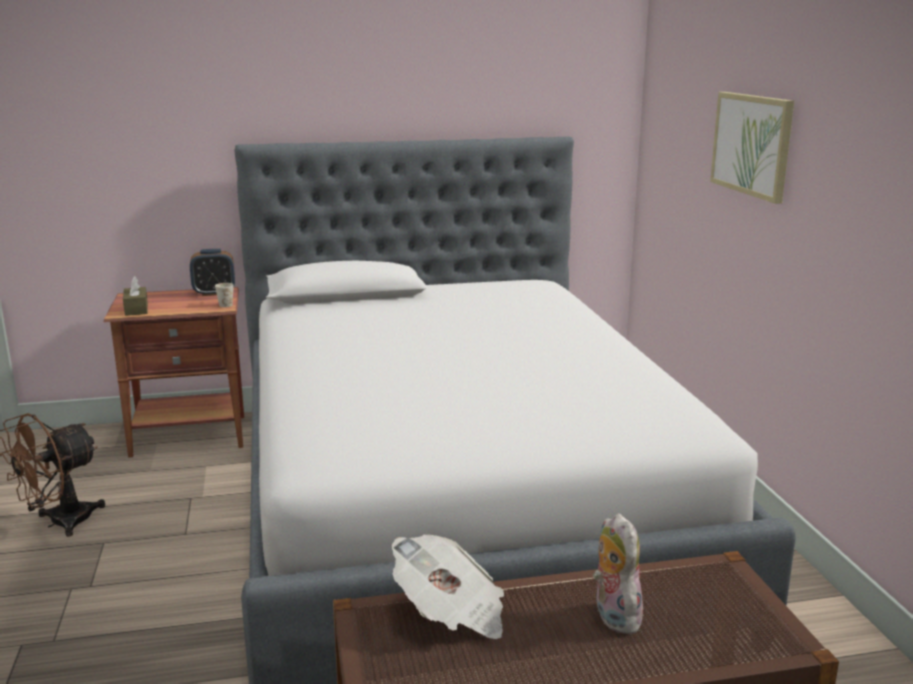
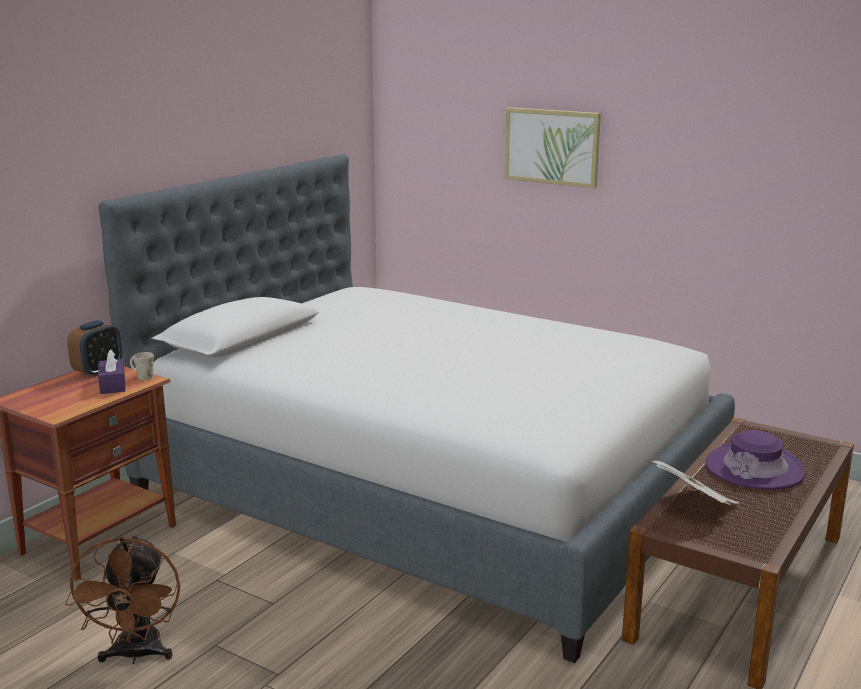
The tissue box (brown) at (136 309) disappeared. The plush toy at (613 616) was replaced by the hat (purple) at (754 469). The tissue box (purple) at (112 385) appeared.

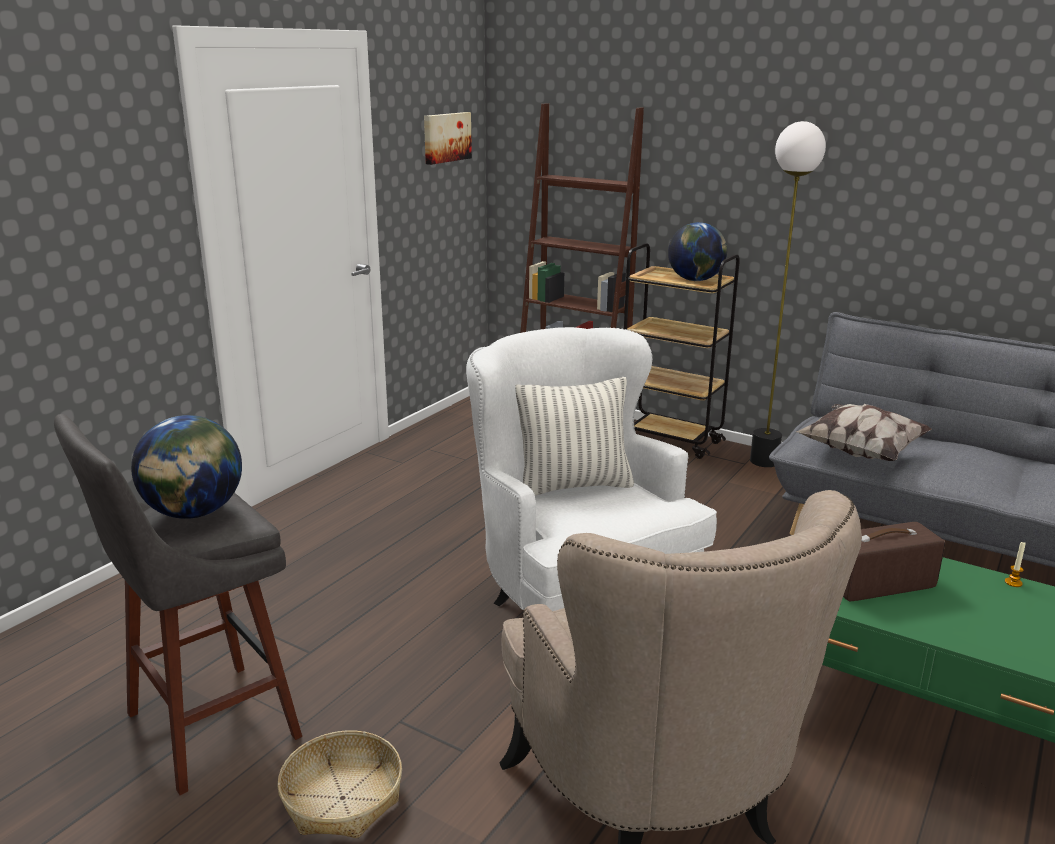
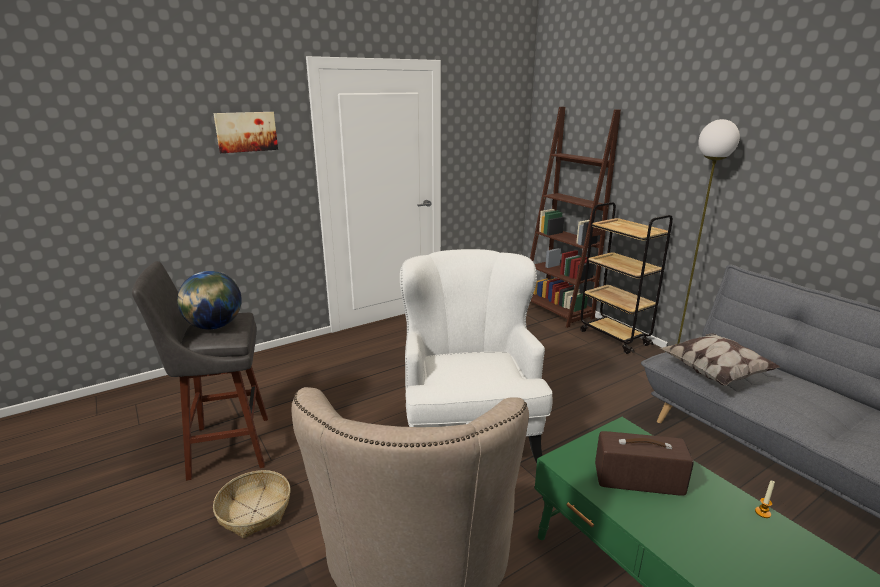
The picture moved from (446 137) to (246 131). The pillow at (573 485) disappeared. The globe at (695 280) disappeared.

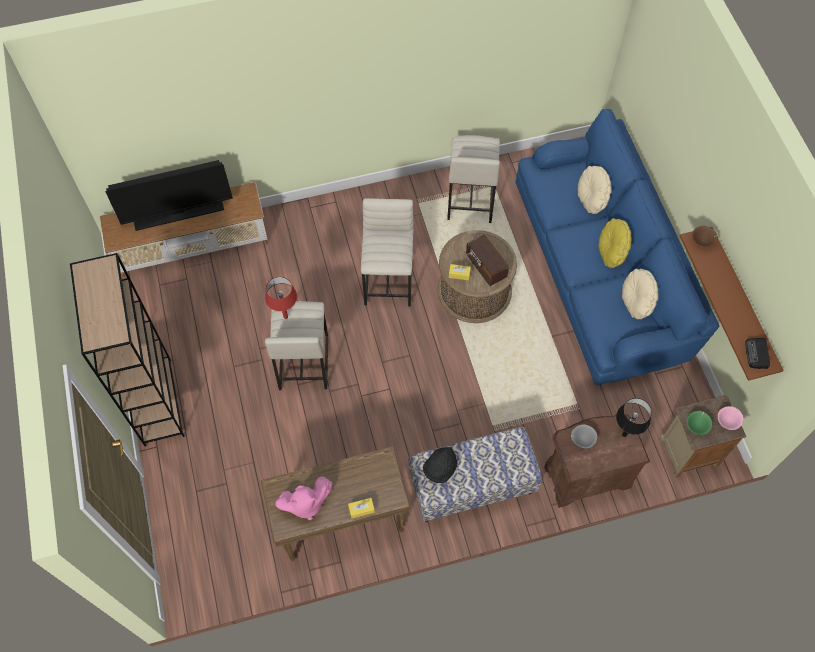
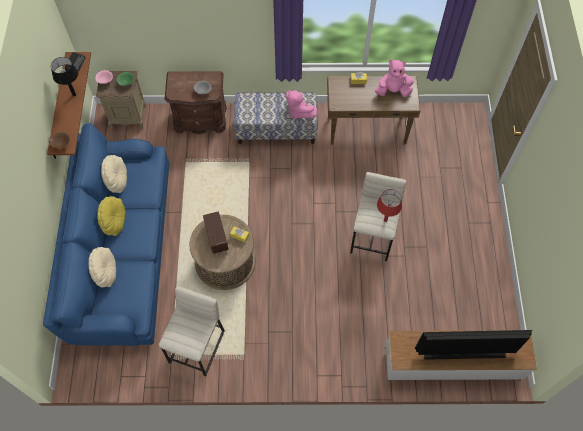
The bookcase (beige) at (157 401) disappeared. The stool (beige) at (388 281) disappeared. The hat (black) at (440 468) was replaced by the plush toy (pink) at (298 111). The table lamp (black) moved from (624 434) to (74 95).

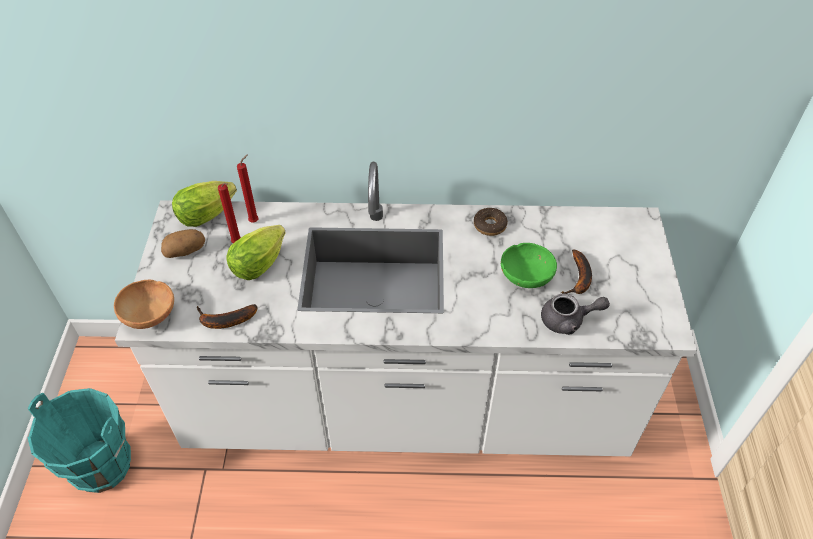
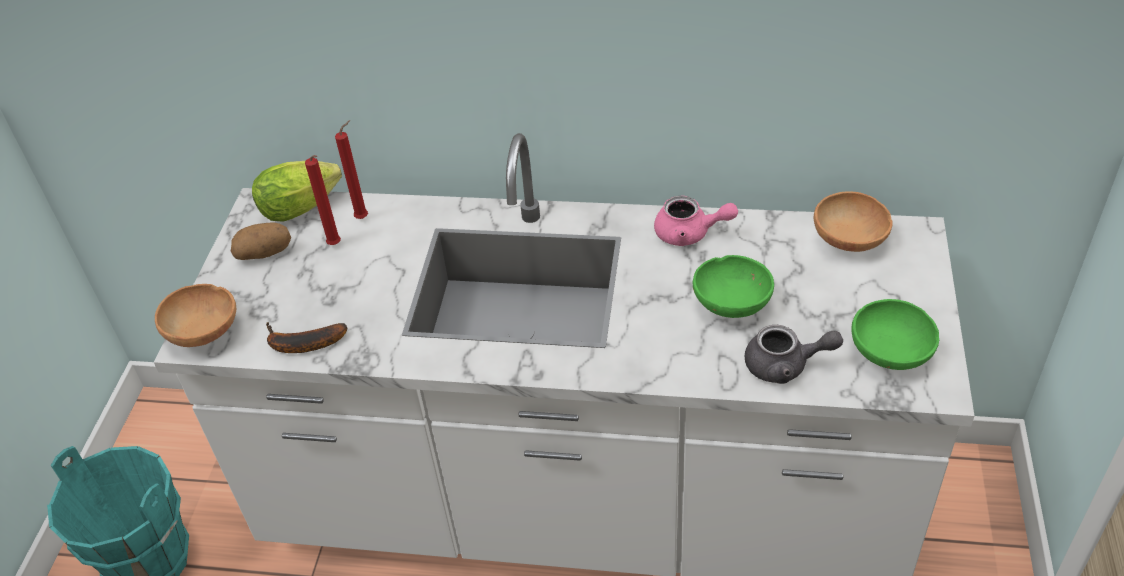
The lettuce at (261 262) disappeared. The donut at (490 225) was replaced by the teapot (pink) at (690 234). The banana at (579 279) disappeared. The bowl (brown) at (850 241) appeared. The bowl (green) at (891 355) appeared.

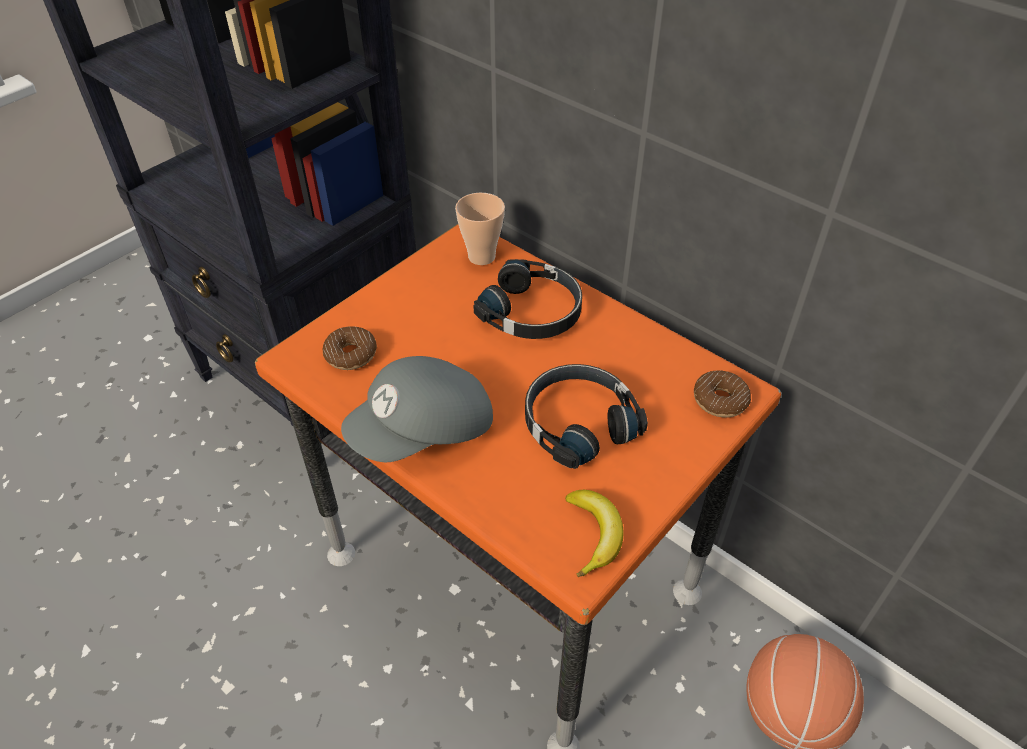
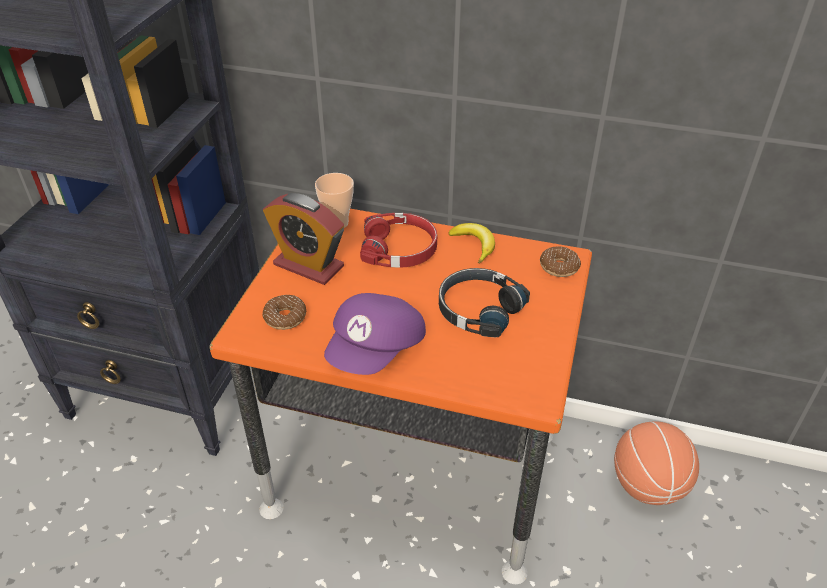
The cap (grey) at (424 432) became the cap (purple) at (377 350). The headphones (black) at (533 312) became the headphones (red) at (400 249). The banana moved from (594 534) to (474 245). The alarm clock at (308 265) appeared.

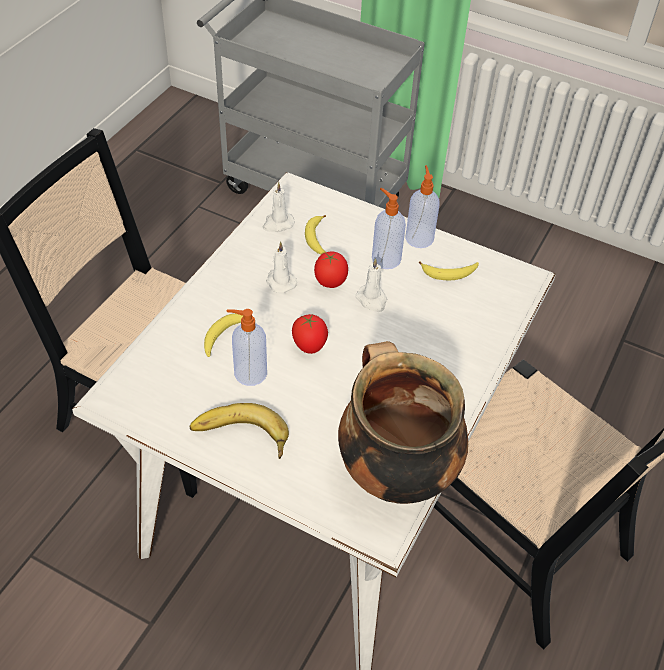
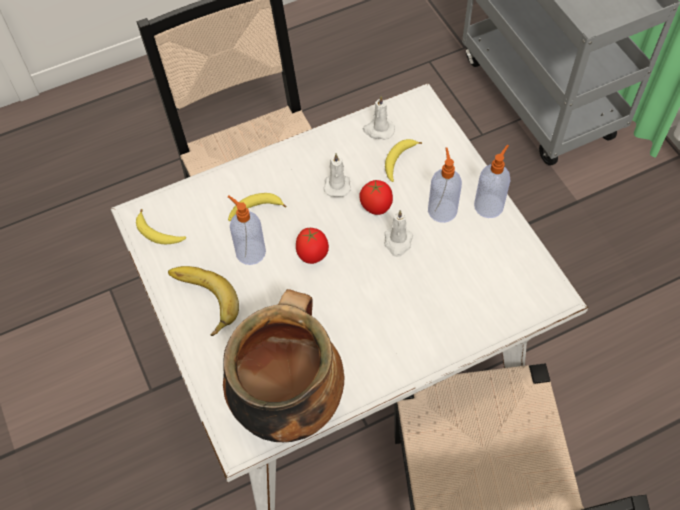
The banana moved from (449 273) to (158 233).

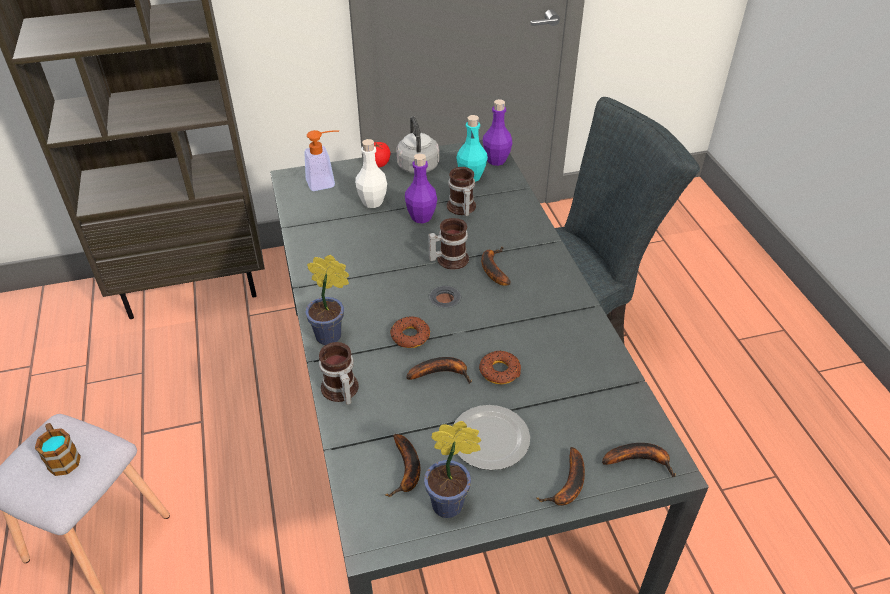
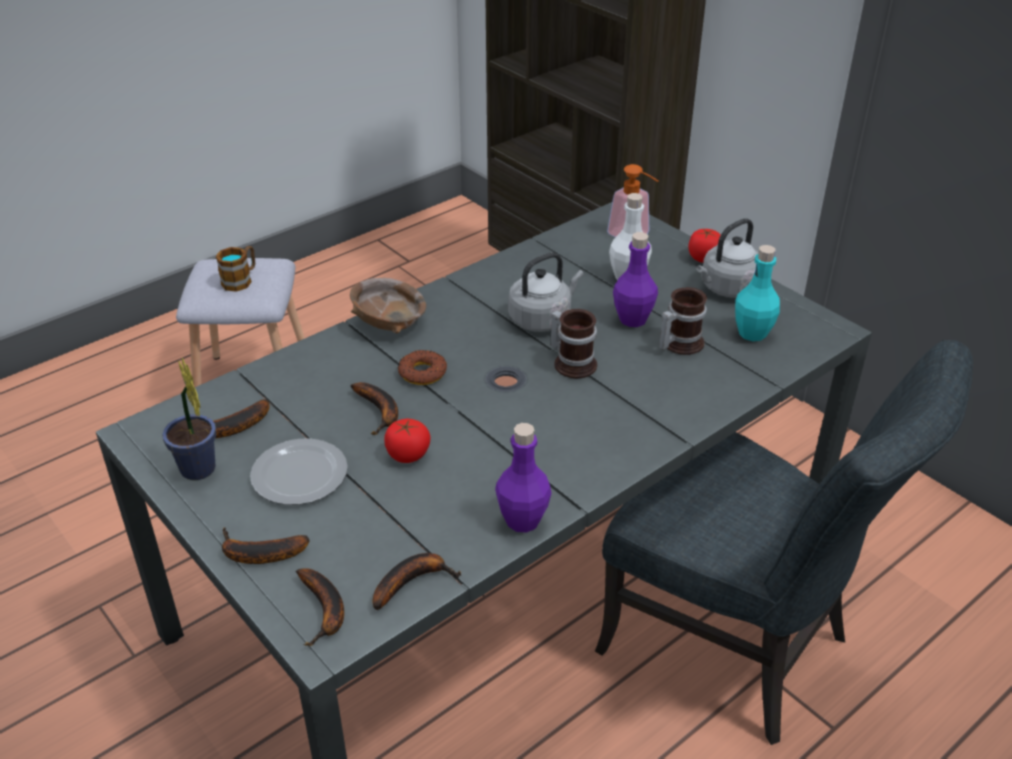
The potted plant at (332 336) was replaced by the bowl (brown) at (389 323). The mug at (339 391) disappeared. The donut at (500 371) was replaced by the tomato at (408 454). The banana moved from (492 269) to (412 581). The bottle (purple) moved from (496 160) to (522 520). The kettle (grey) at (542 319) appeared.

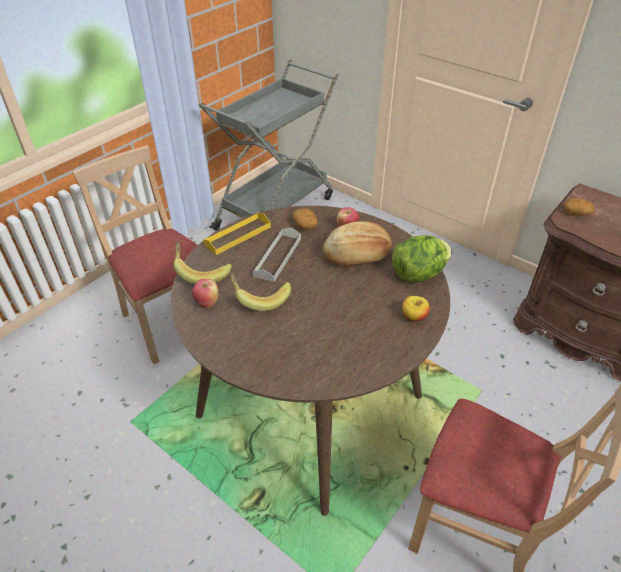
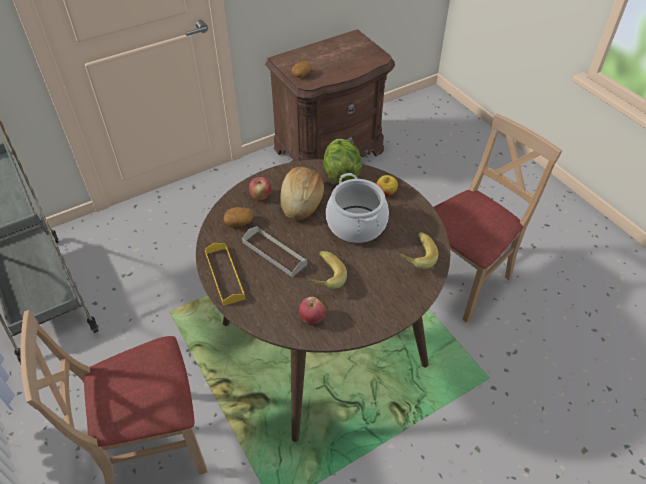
The banana moved from (201 271) to (413 258). The cooking pot at (356 224) appeared.

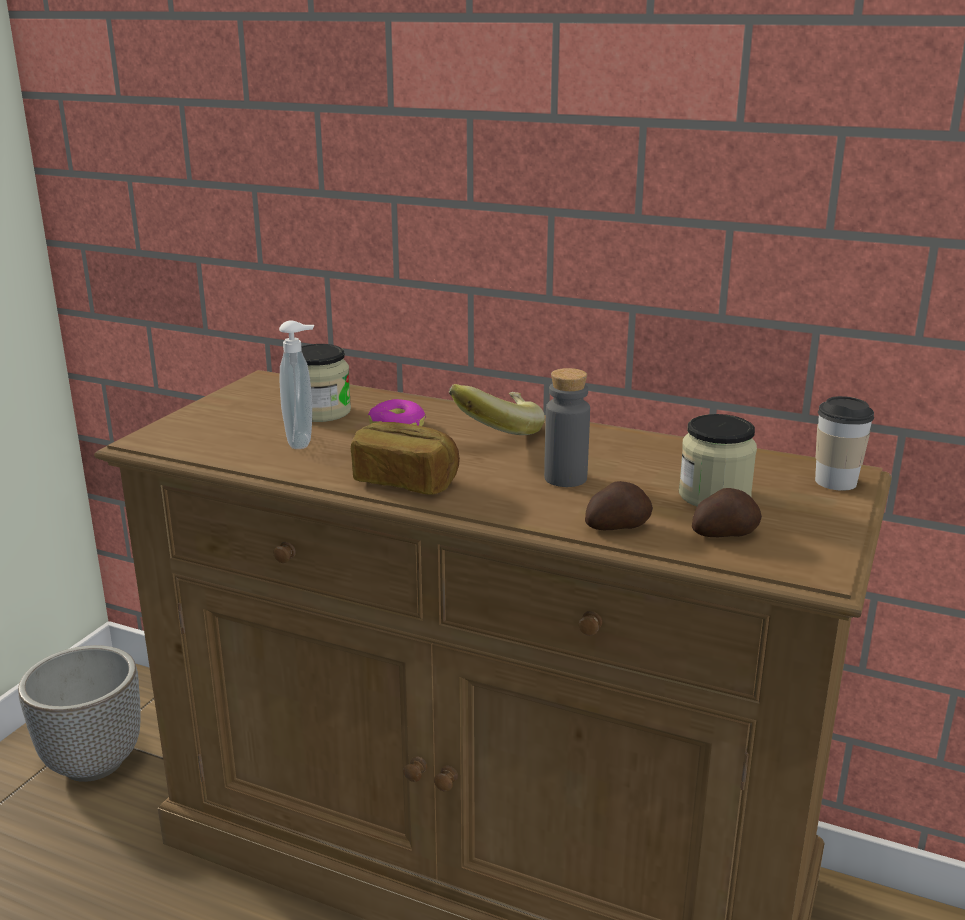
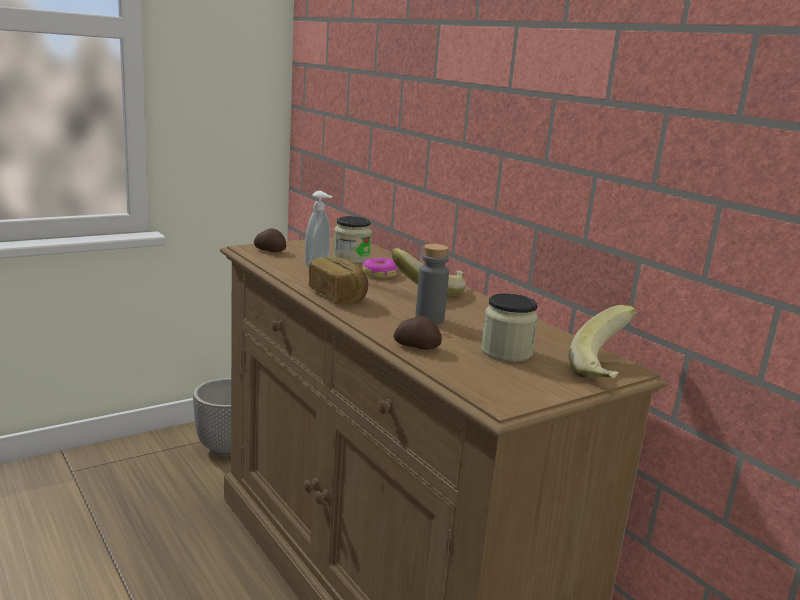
The potato moved from (724 533) to (270 250). The cup at (835 482) was replaced by the banana at (607 370).

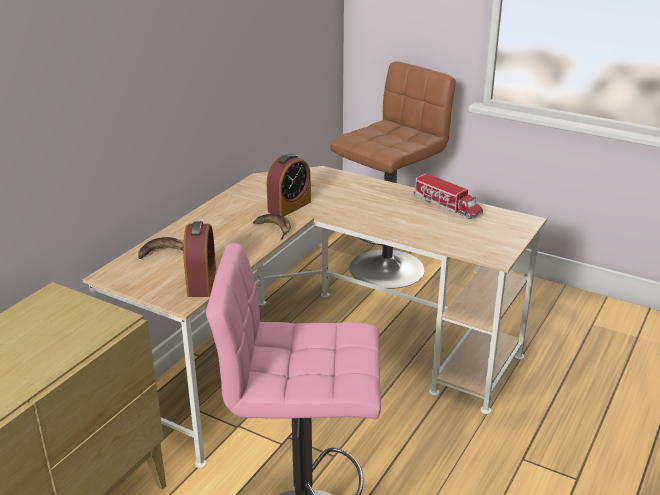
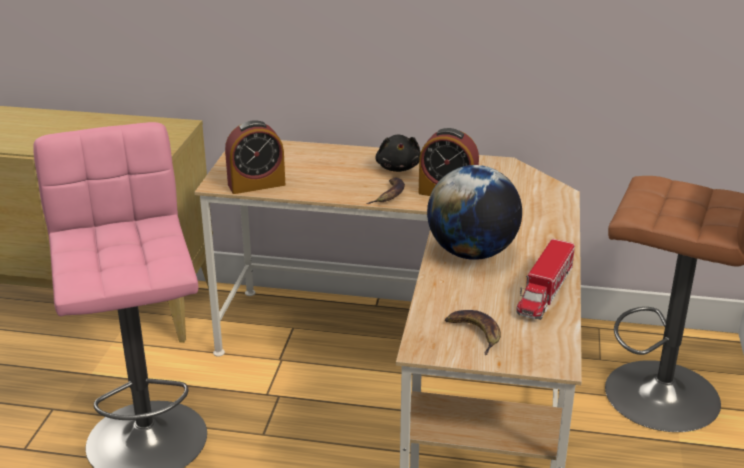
The banana moved from (162 252) to (475 333). The plush toy (black) at (398 167) appeared. The globe at (472 253) appeared.

